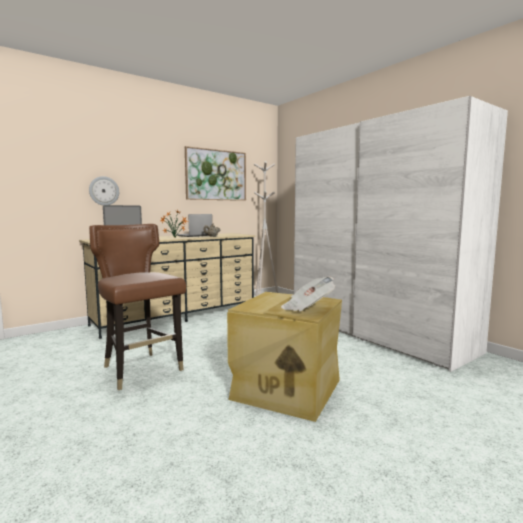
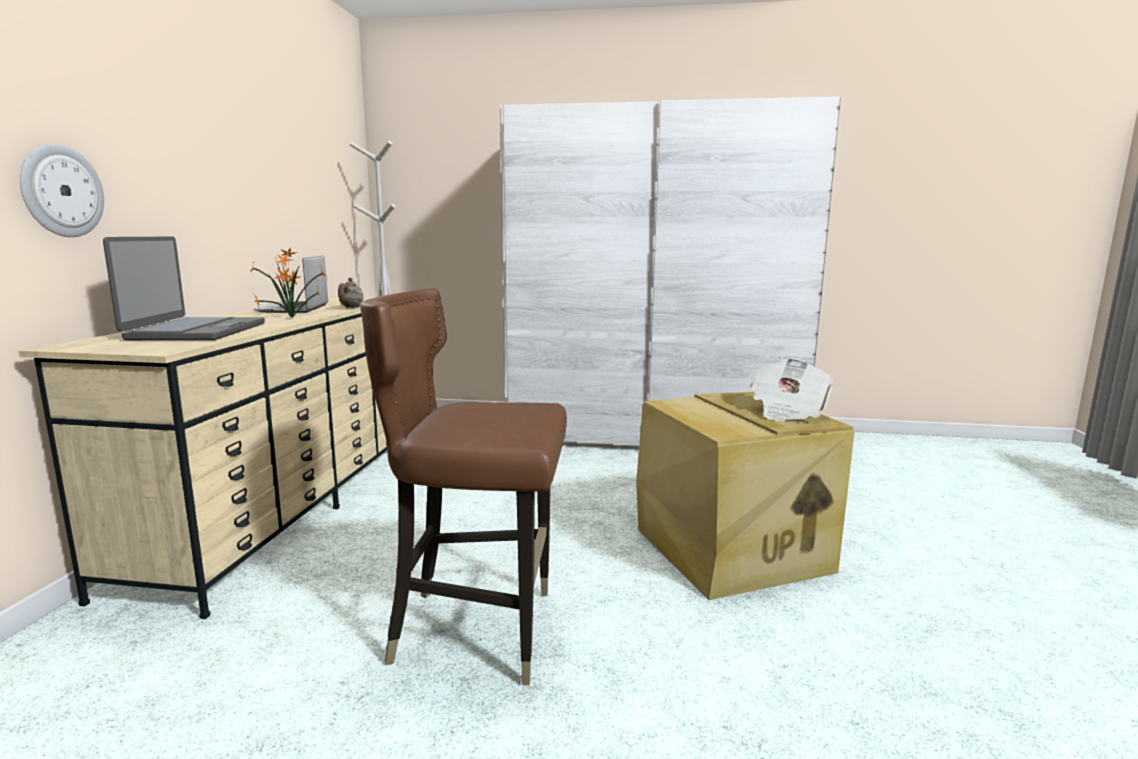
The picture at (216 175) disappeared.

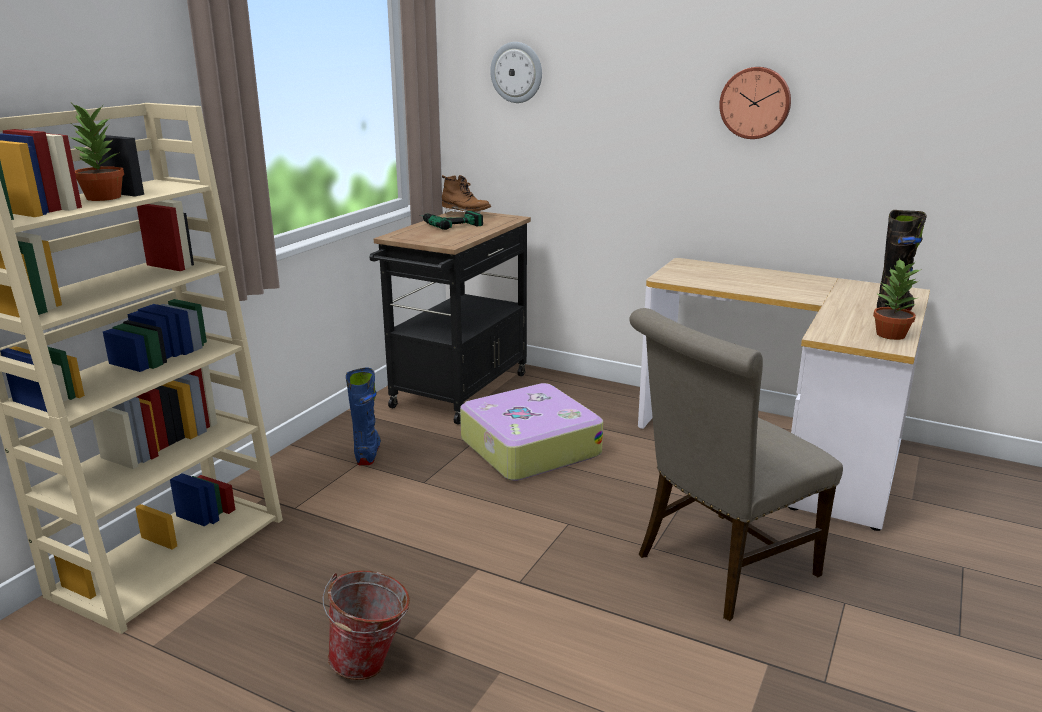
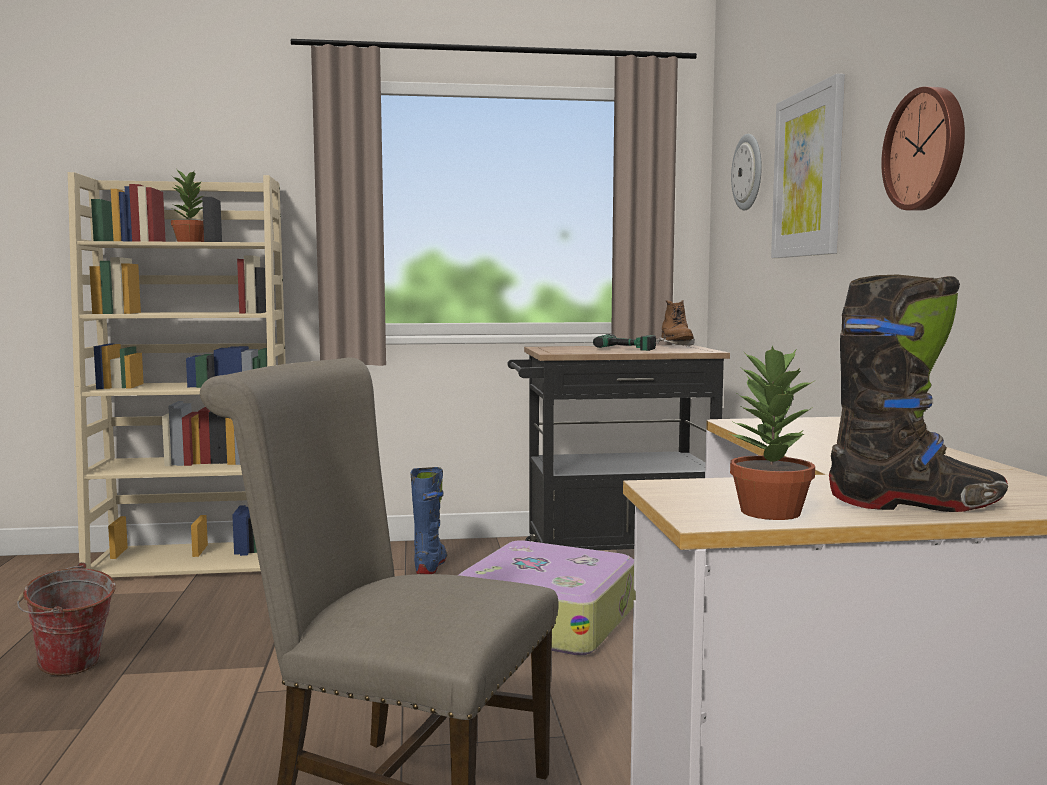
The boot (blue) at (368 452) turned 45 degrees counterclockwise. The picture at (808 174) appeared.

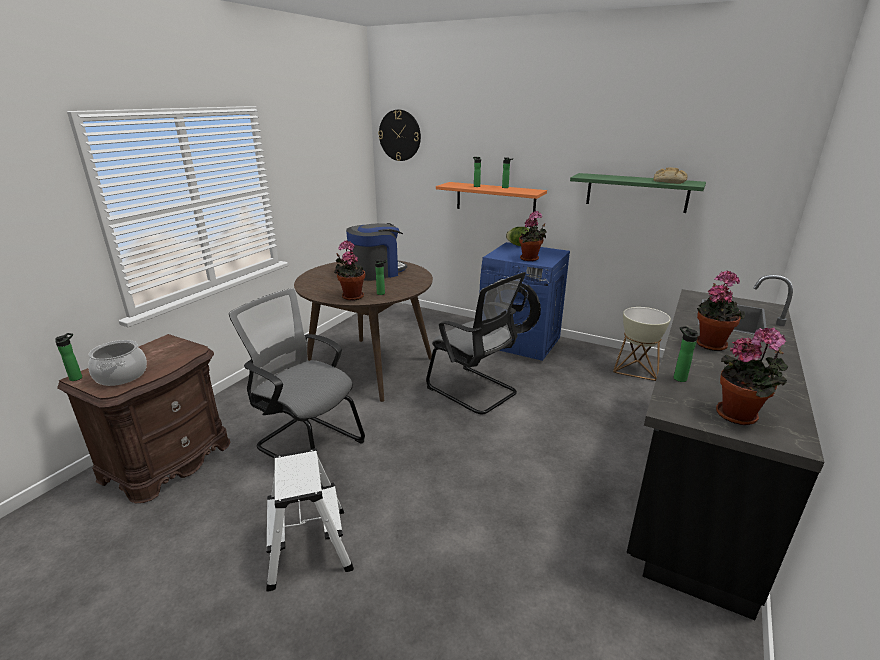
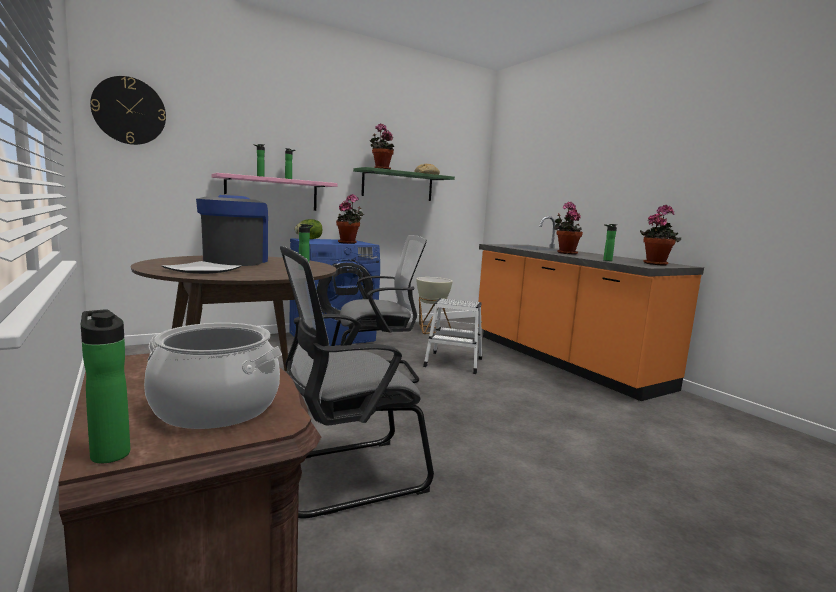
The step ladder (white) moved from (308 548) to (454 362). The potted plant moved from (351 296) to (380 169). The shelf (orange) at (495 199) became the shelf (pink) at (272 193). The counter (black) at (694 481) became the counter (orange) at (562 360). The plate at (202 270) appeared.

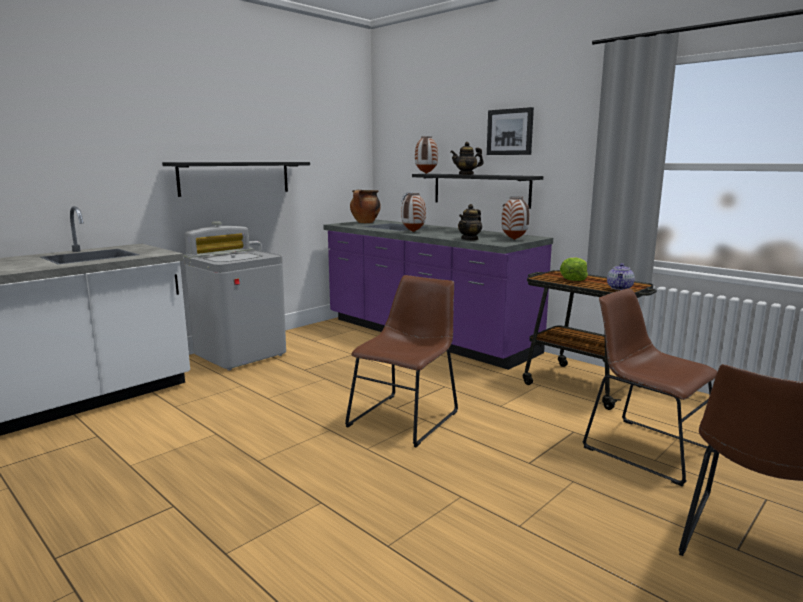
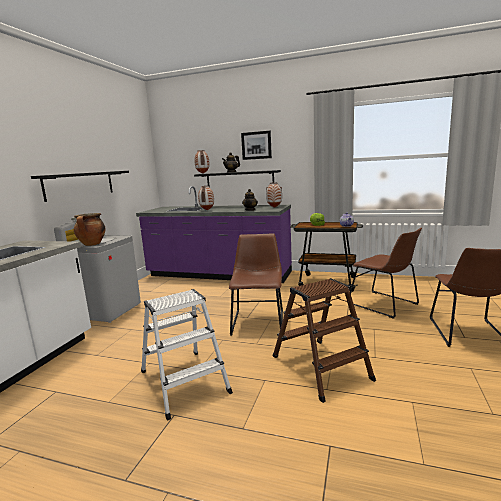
The cooking pot moved from (365 223) to (92 244). The chair (brown) at (644 447) turned 150 degrees counterclockwise. The step ladder (white) at (184 381) appeared. The step ladder (brown) at (320 367) appeared.

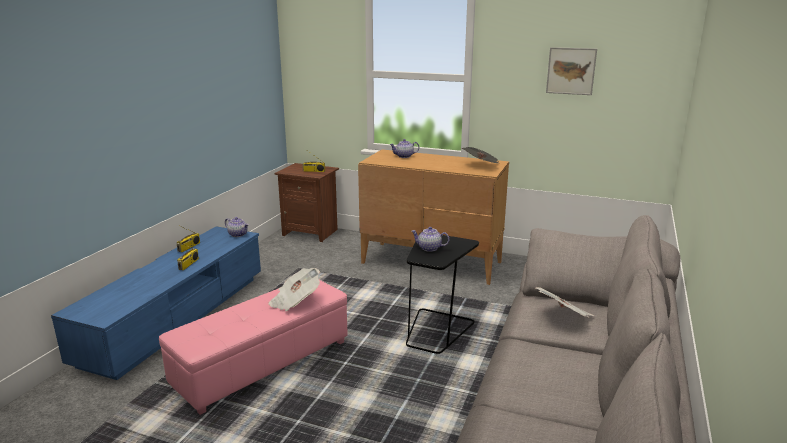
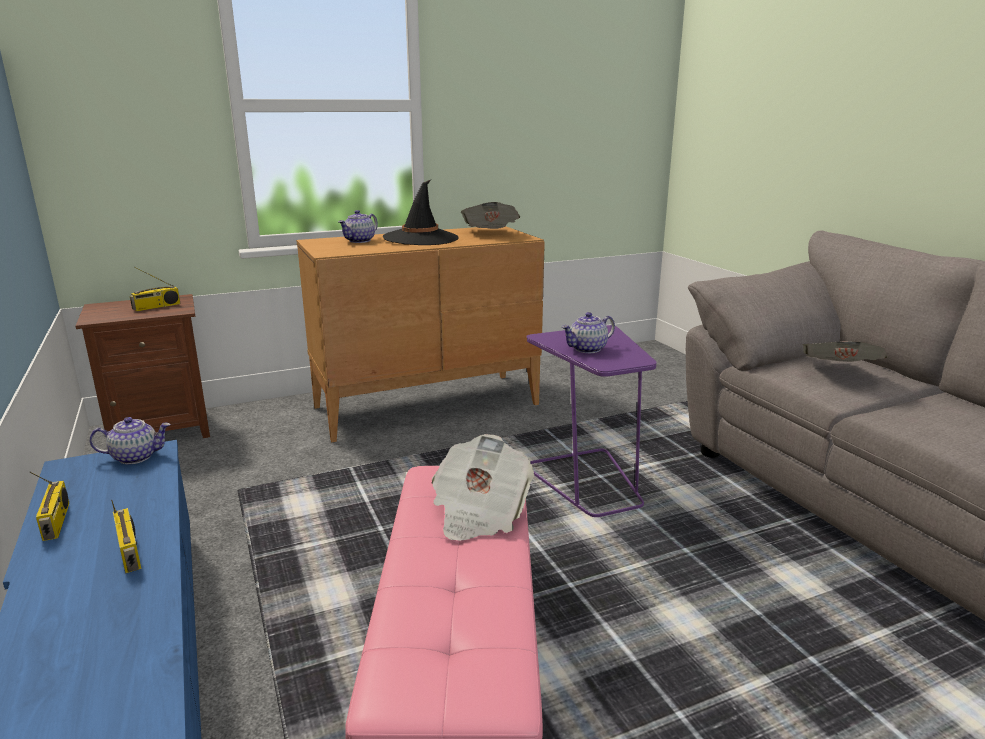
The side table (black) at (436 331) became the side table (purple) at (588 482). The picture at (571 71) disappeared. The hat (black) at (421 238) appeared.

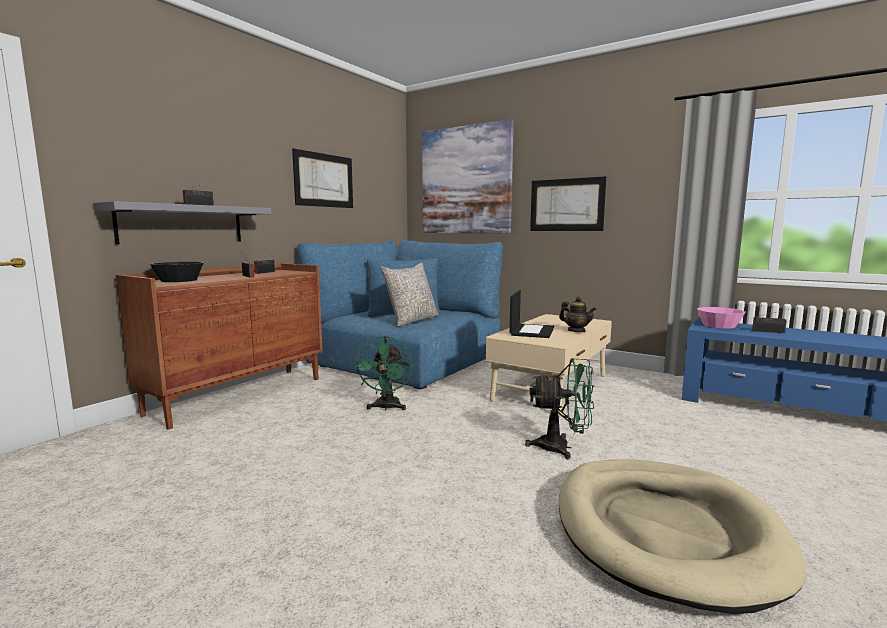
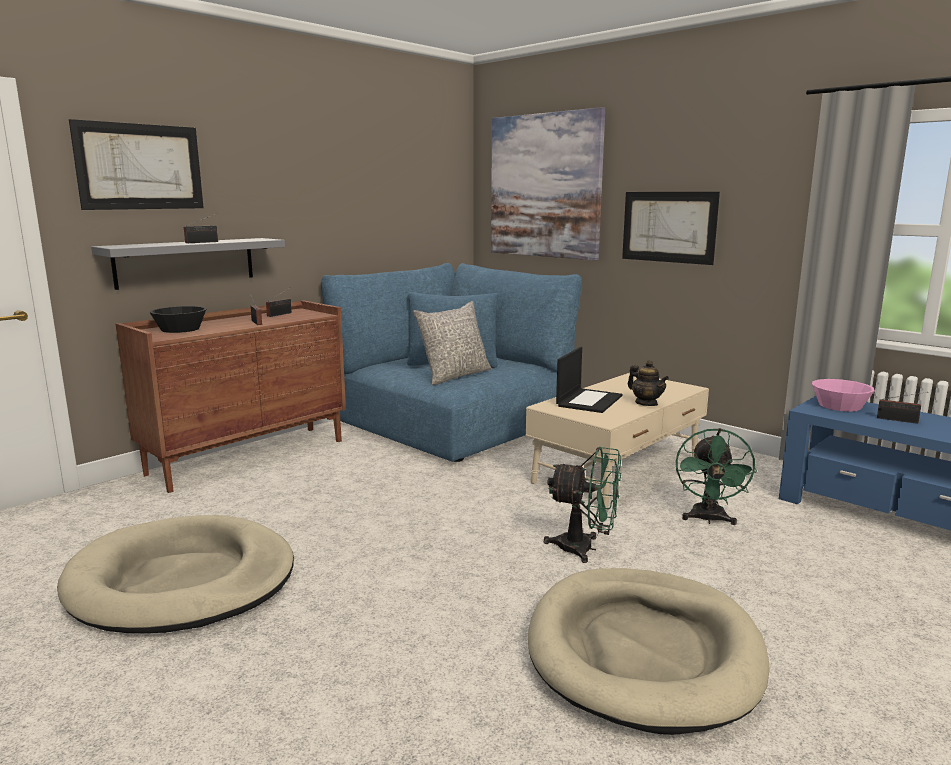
The picture moved from (324 180) to (140 167). The fan (green) moved from (386 408) to (708 519). The dog bed (beige) at (182 581) appeared.

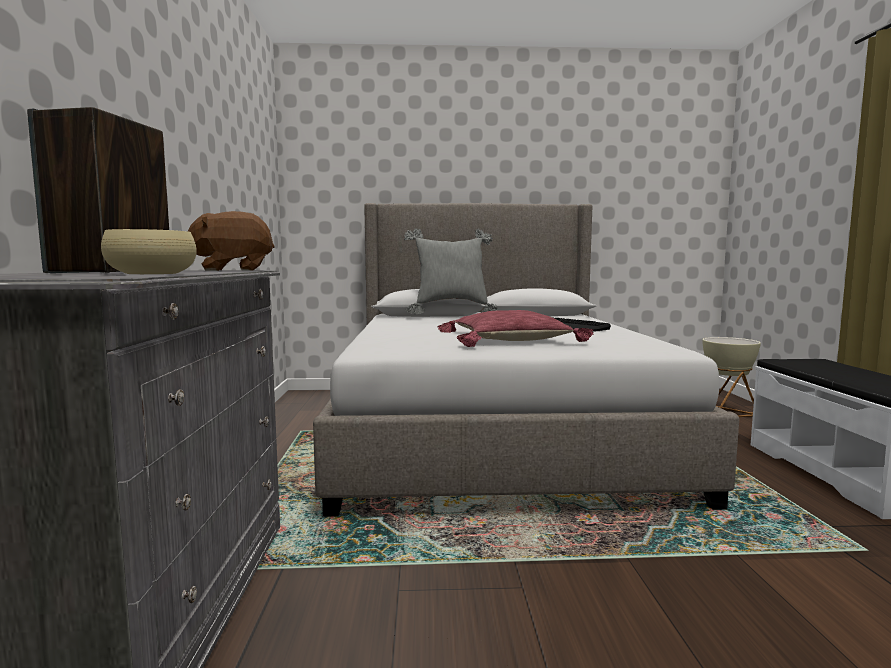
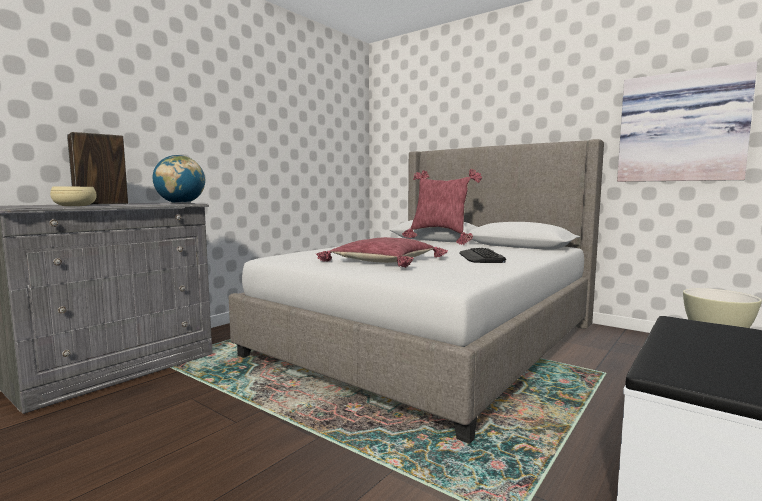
The plush toy (brown) at (232 270) was replaced by the globe at (181 203). The pillow (grey) at (450 317) became the pillow (red) at (440 242). The picture at (681 127) appeared.

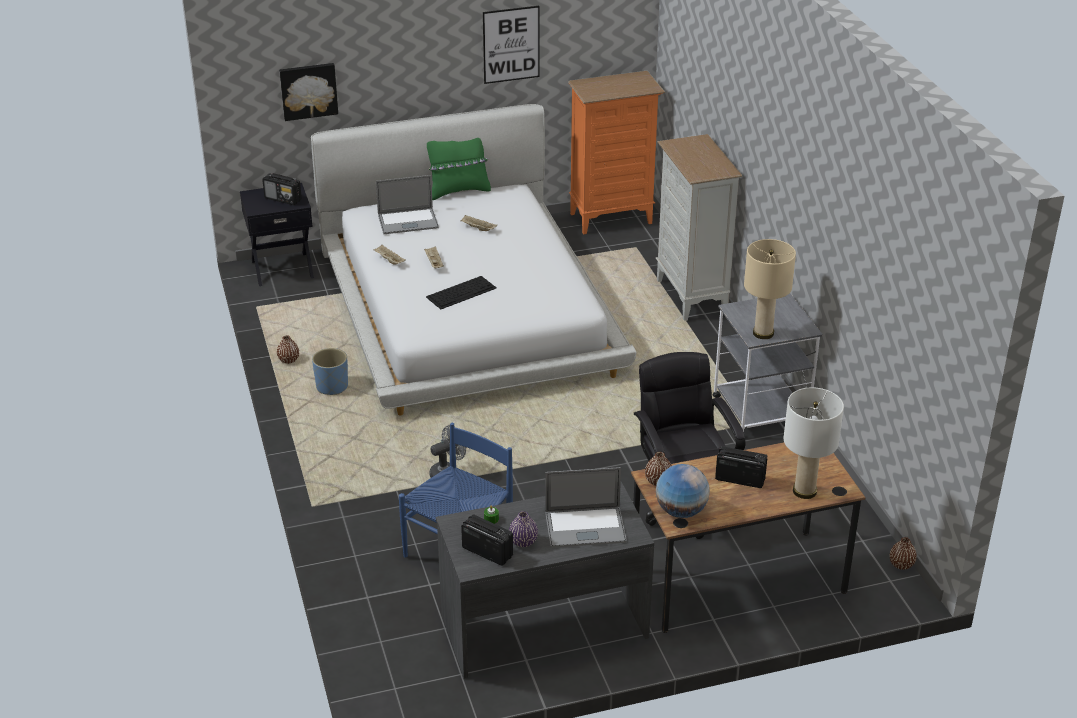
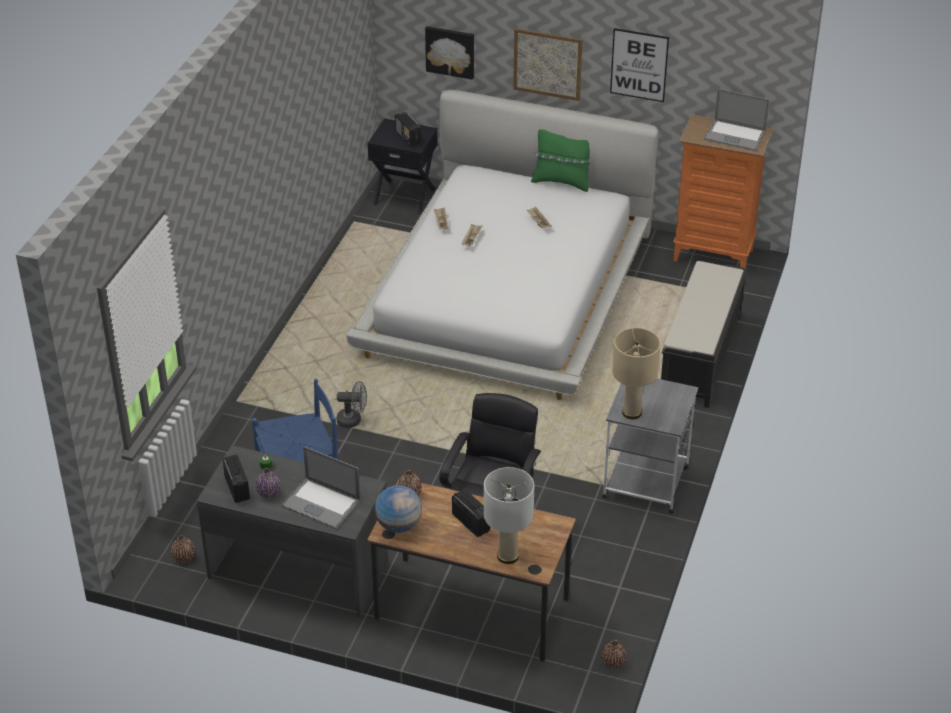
The vase (brown) moved from (288 360) to (184 558). The planter (blue) at (332 386) disappeared. The laptop moved from (408 221) to (735 135). The keyboard at (461 292) disappeared. The dresser (white) at (690 298) was replaced by the bench (black) at (700 357). The picture at (547 63) appeared.

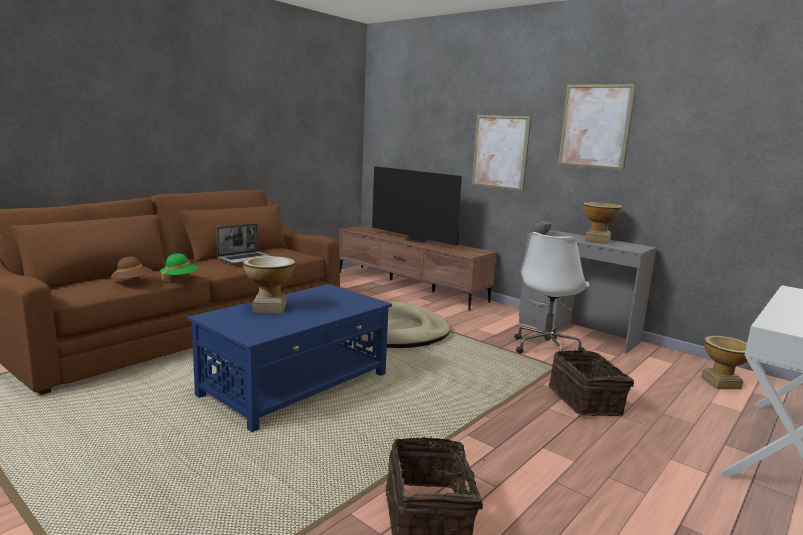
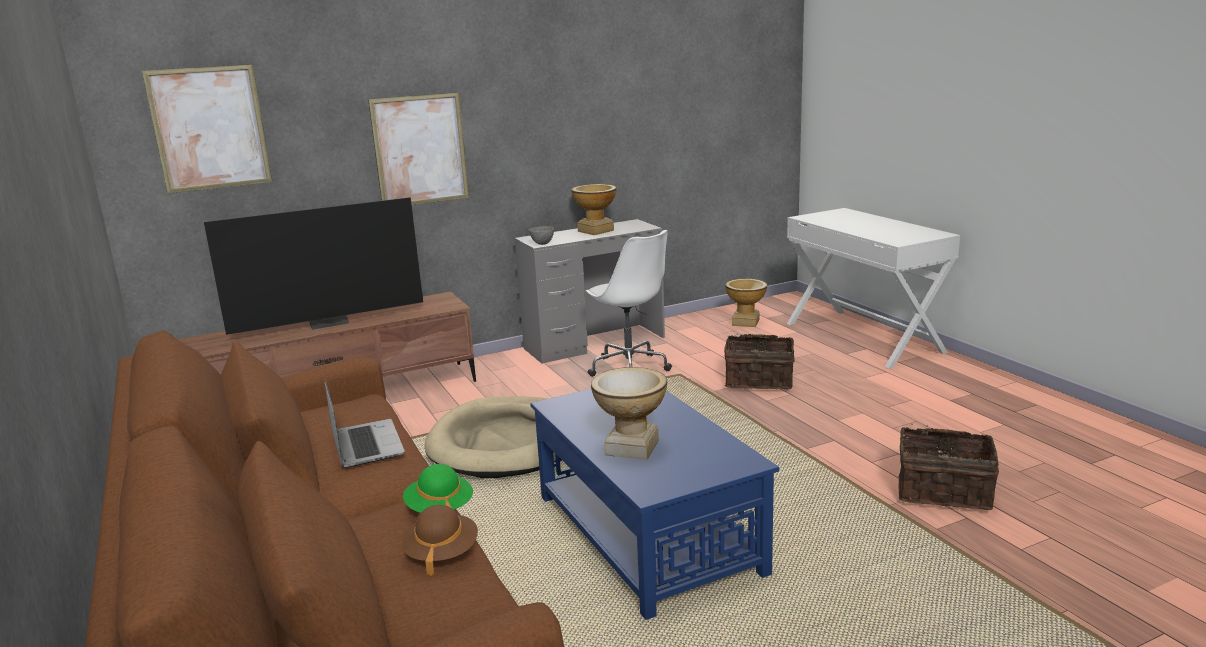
The picture moved from (595 126) to (209 128).

